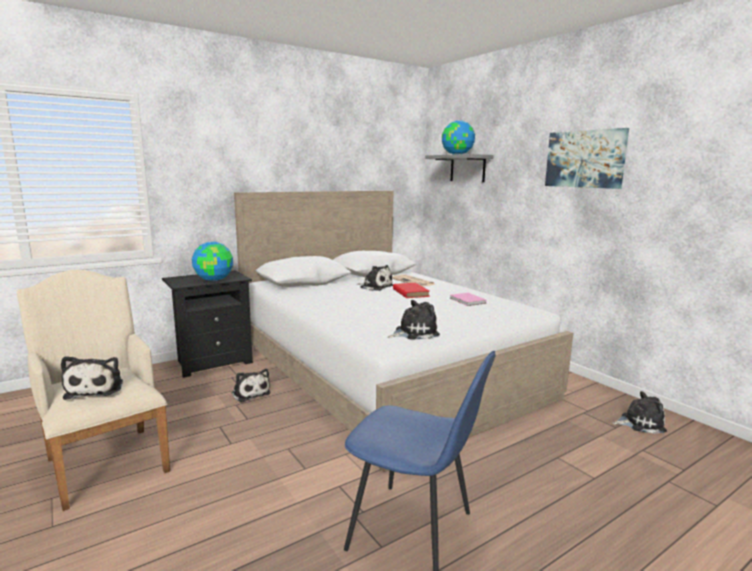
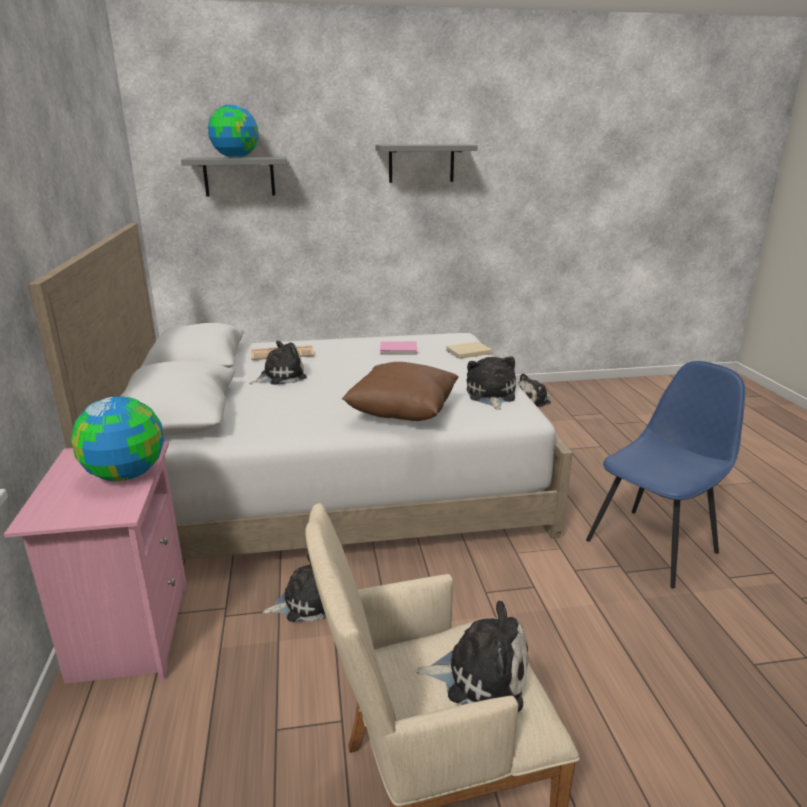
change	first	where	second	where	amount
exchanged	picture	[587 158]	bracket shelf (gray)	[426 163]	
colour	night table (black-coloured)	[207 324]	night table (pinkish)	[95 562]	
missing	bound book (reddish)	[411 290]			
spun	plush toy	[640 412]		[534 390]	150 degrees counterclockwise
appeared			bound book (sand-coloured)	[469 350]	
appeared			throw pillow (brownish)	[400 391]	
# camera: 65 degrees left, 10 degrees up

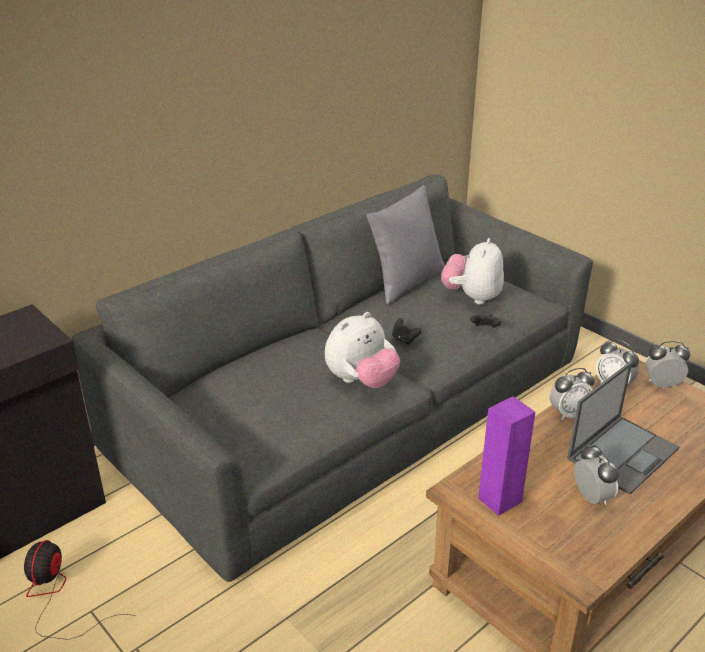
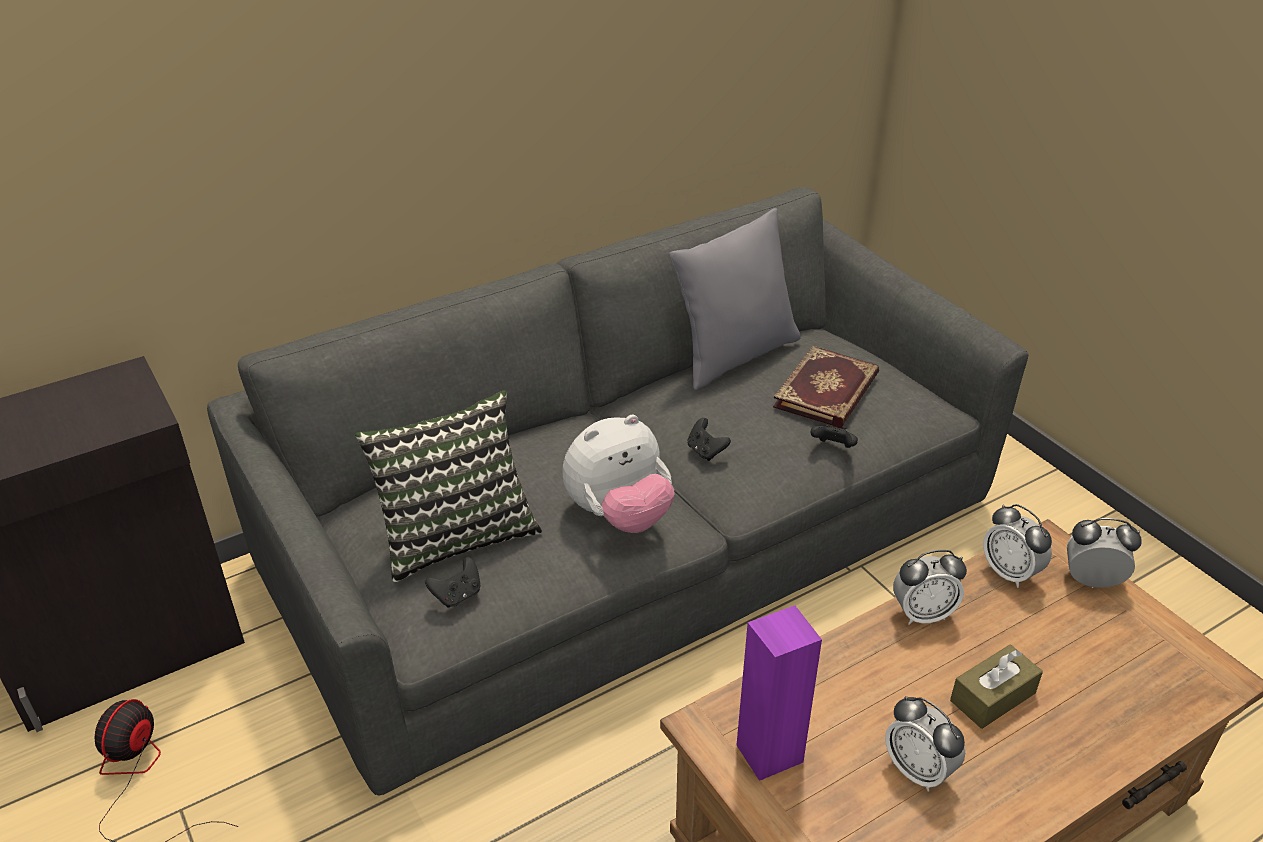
change	first	where	second	where	amount
exchanged	plush toy	[472 271]	bound book	[826 387]	
exchanged	portable computer	[623 428]	box of tissues (brownish)	[996 686]	
spun	table clock	[596 475]		[925 744]	150 degrees clockwise
appeared			throw pillow	[448 486]	
appeared			gamepad (black-coloured)	[452 582]	
# camera: 10 degrees right, 5 degrees up

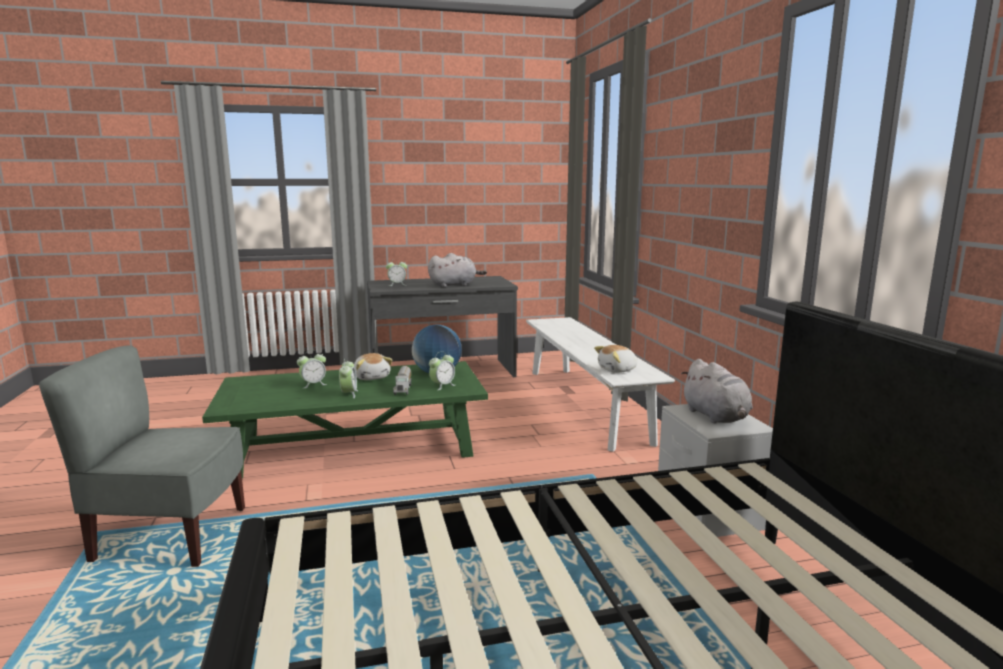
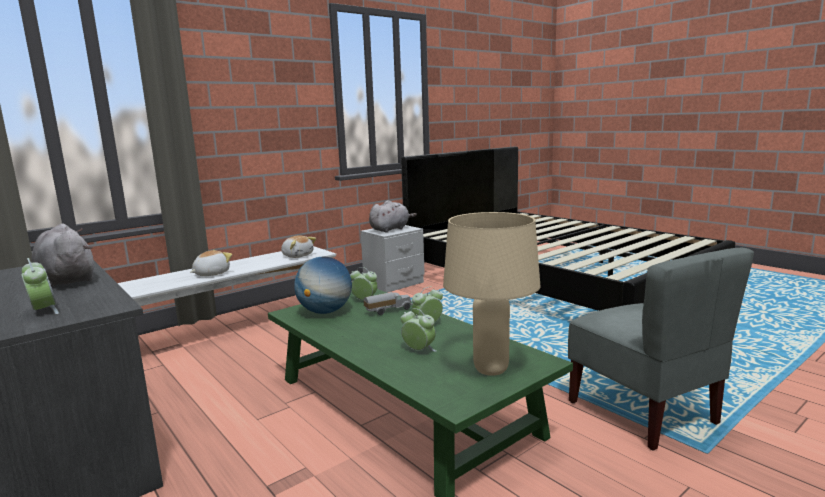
change	first	where	second	where	amount
relocated	plush toy	[373 366]		[211 263]	
appeared			lamp for a table (sand-coloured)	[492 294]	
# camera: 115 degrees left, 0 degrees up

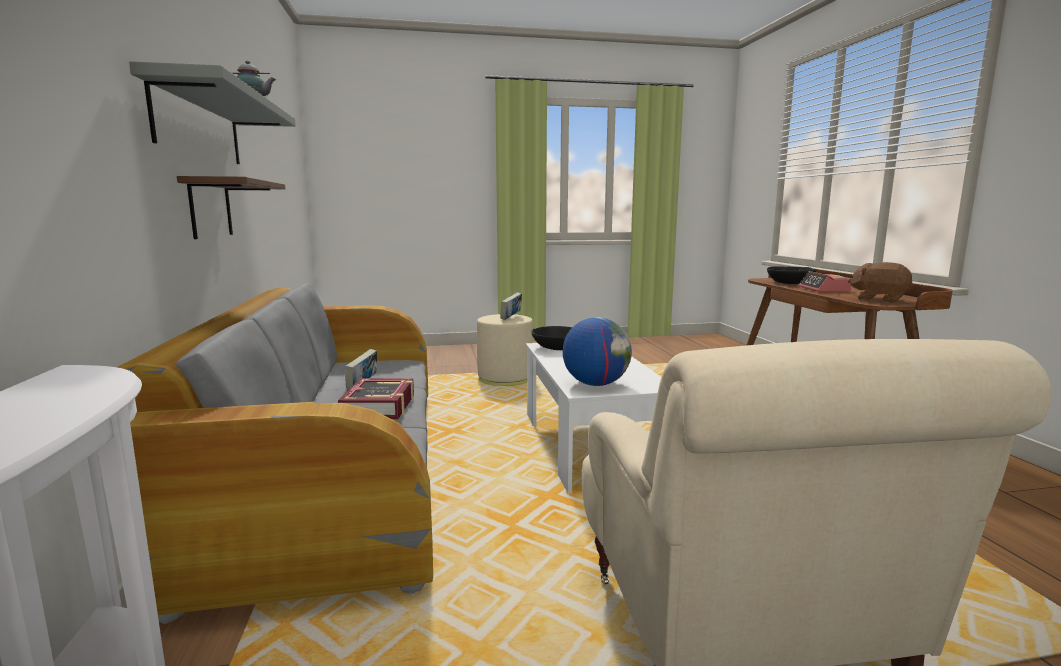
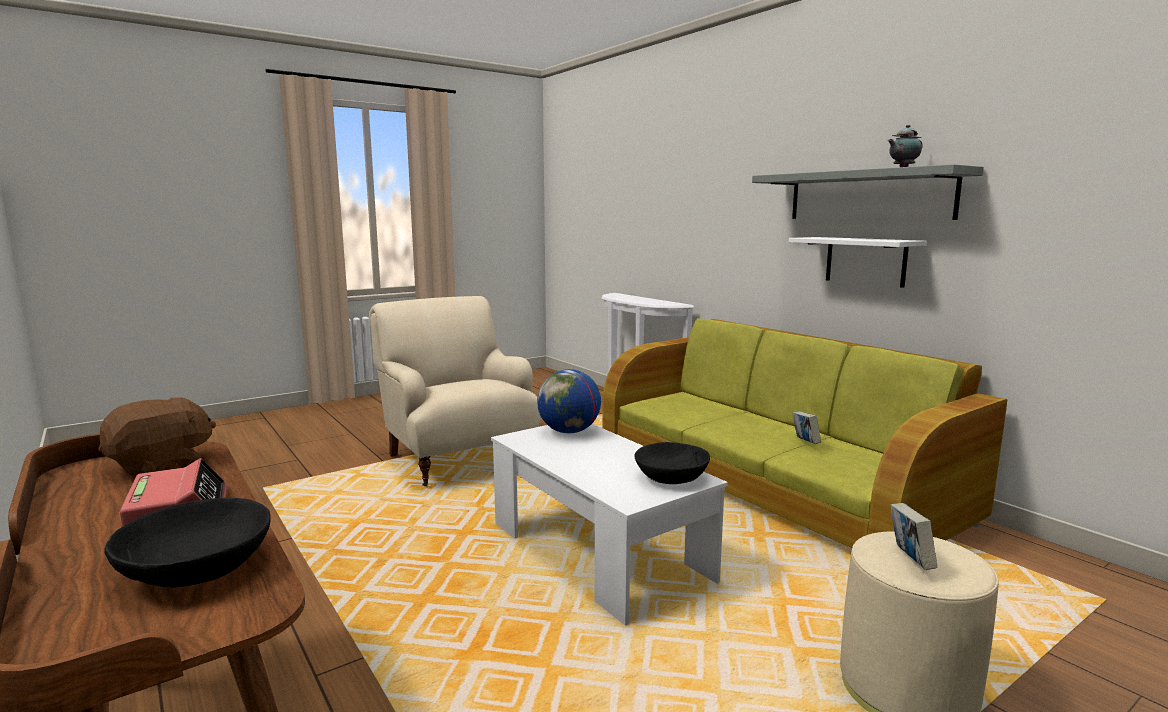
change	first	where	second	where	amount
colour	bracket shelf (brownish)	[231 207]	bracket shelf (white-coloured)	[858 262]	
spun	plush toy (brownish)	[880 282]		[157 436]	60 degrees counterclockwise
colour	settee (gray)	[275 454]	settee (greenish)	[804 433]	
missing	bound book	[376 398]			
# camera: 155 degrees right, 0 degrees up

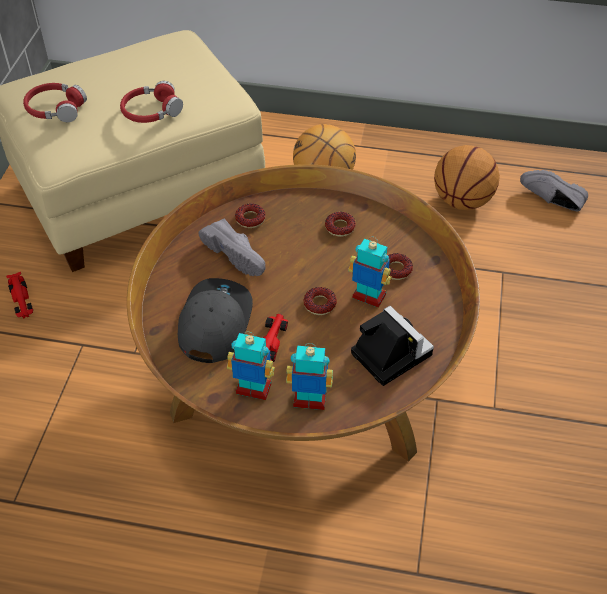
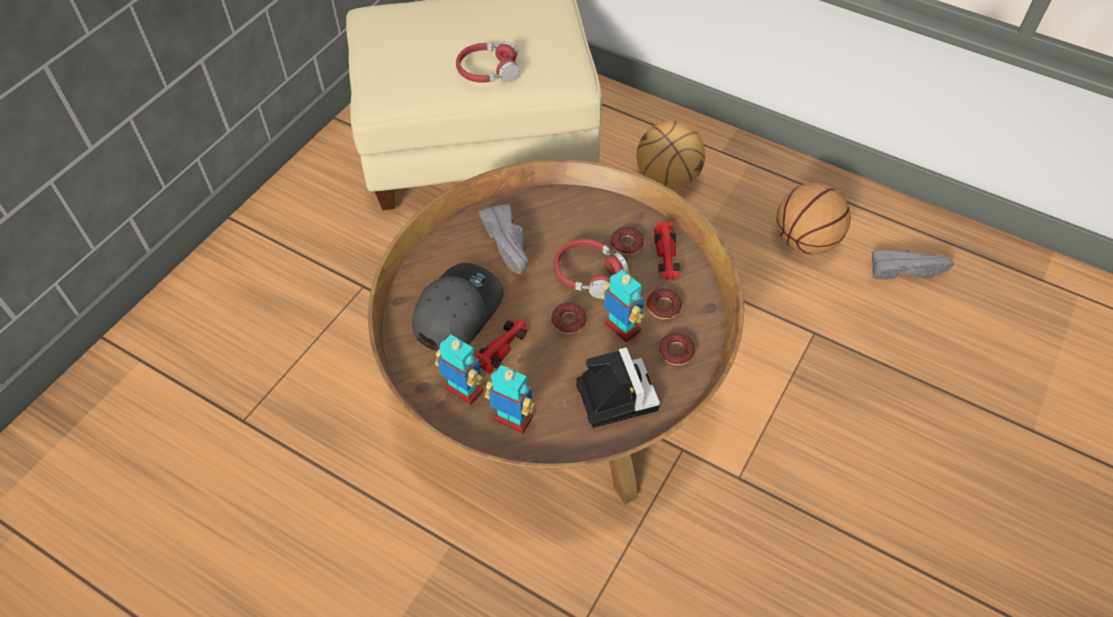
change	first	where	second	where	amount
relocated	pair of headphones (reddish)	[55 102]		[591 269]	
spun	item of footwear (gray)	[554 191]		[913 265]	135 degrees clockwise
relocated	ring doughnut	[250 216]		[677 349]	
relocated	miniature car (reddish)	[19 295]		[667 250]	
# camera: 20 degrees right, 5 degrees up

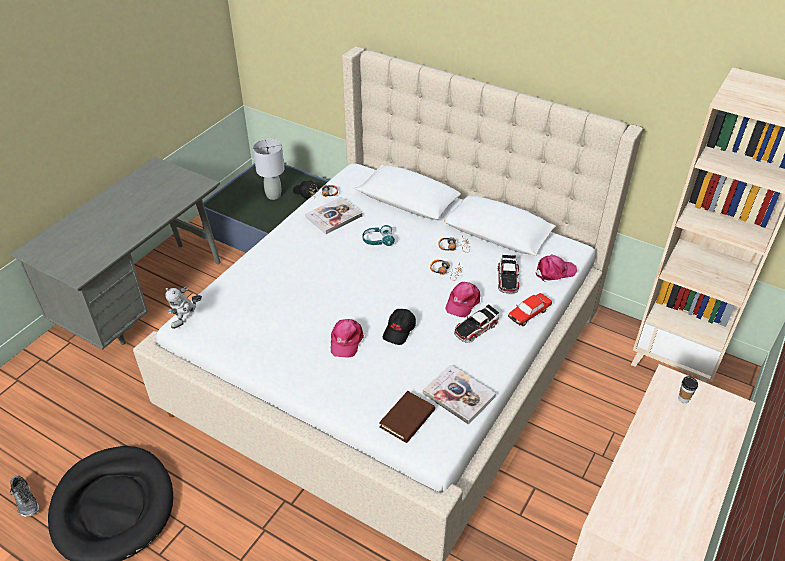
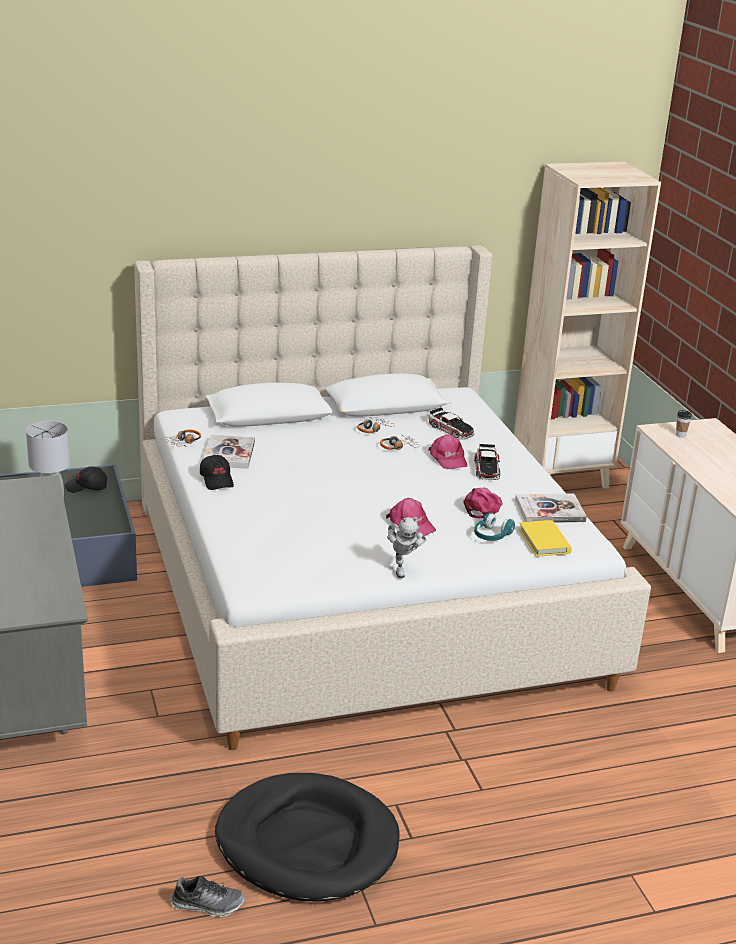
change	first	where	second	where	amount
relocated	pair of headphones (turquoise)	[378 235]		[494 526]	
relocated	baseball cap (pinkish)	[556 268]		[483 503]	
relocated	toy robot	[183 307]		[406 547]	
missing	miniature car	[530 309]			
relocated	baseball cap (black-coloured)	[399 327]		[217 472]	
colour	bound book (brownish)	[407 417]	bound book (yellow)	[545 538]	
# camera: 50 degrees left, 15 degrees down

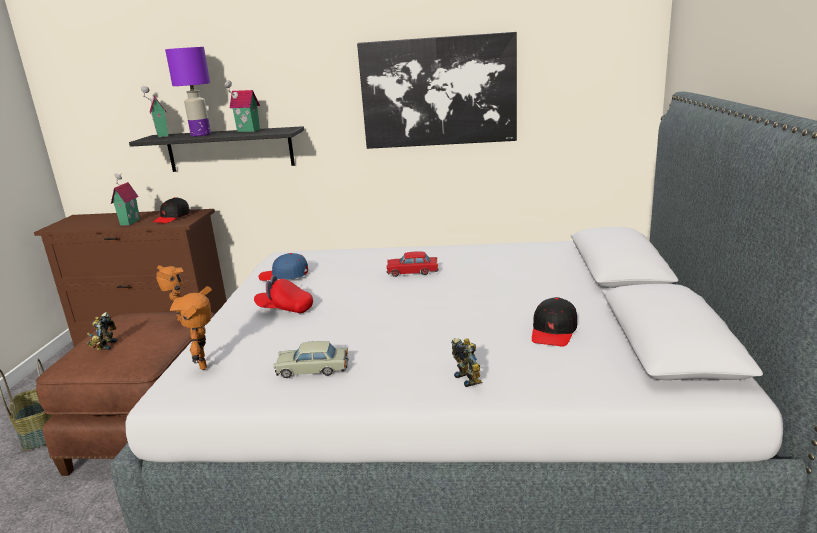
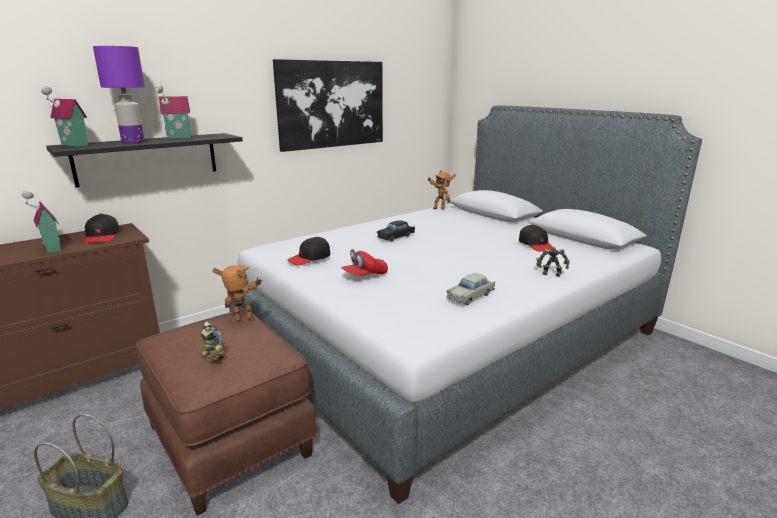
change	first	where	second	where	amount
colour	miniature car (reddish)	[412 264]	miniature car (black-coloured)	[396 231]	
colour	baseball cap (blue)	[283 267]	baseball cap (black-coloured)	[308 251]	
relocated	toy robot	[191 328]		[441 190]	
# camera: 45 degrees left, 0 degrees up

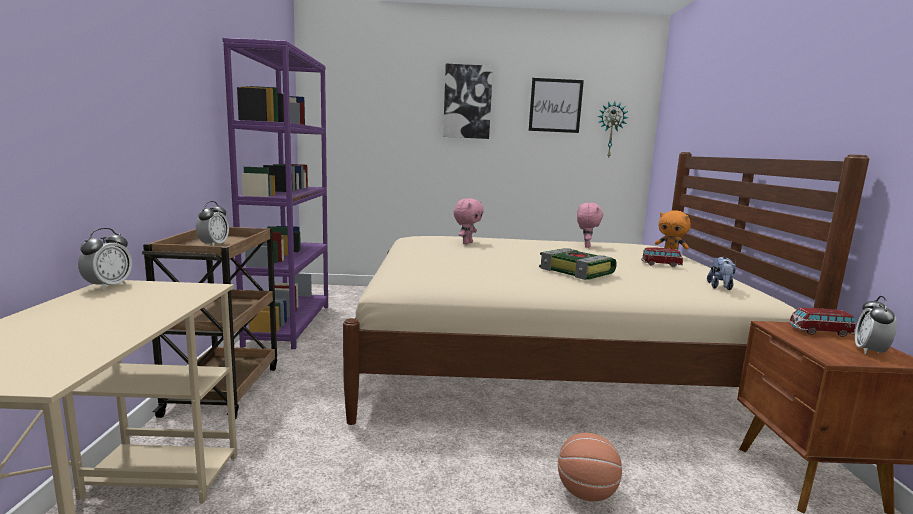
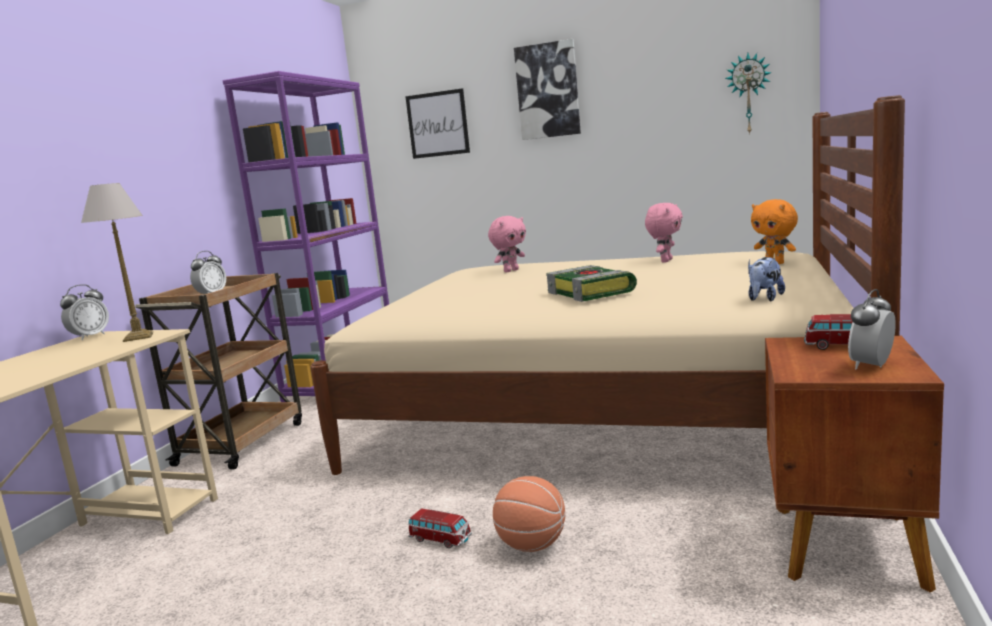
change	first	where	second	where	amount
relocated	picture	[556 105]		[437 123]	
relocated	miniature car	[662 257]		[440 528]	
appeared			lamp for a table	[117 262]	
# camera: 20 degrees right, 0 degrees up

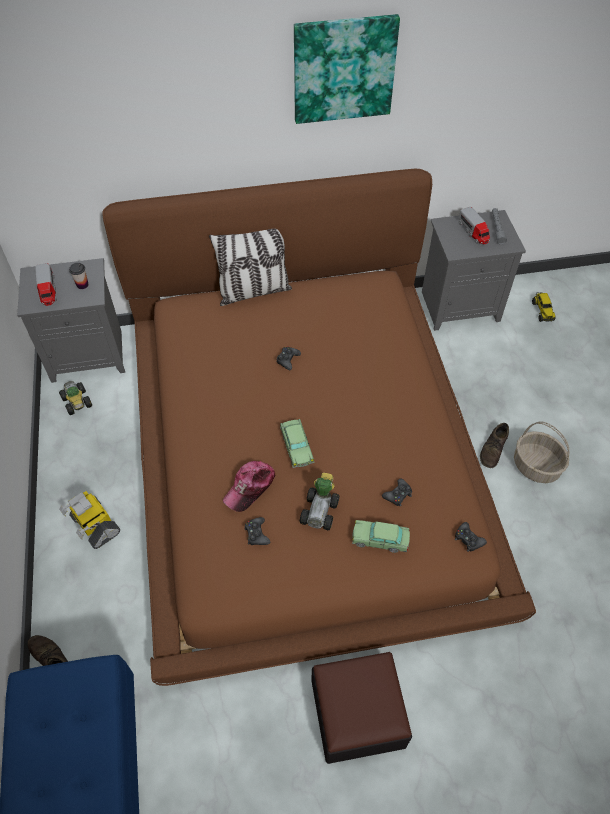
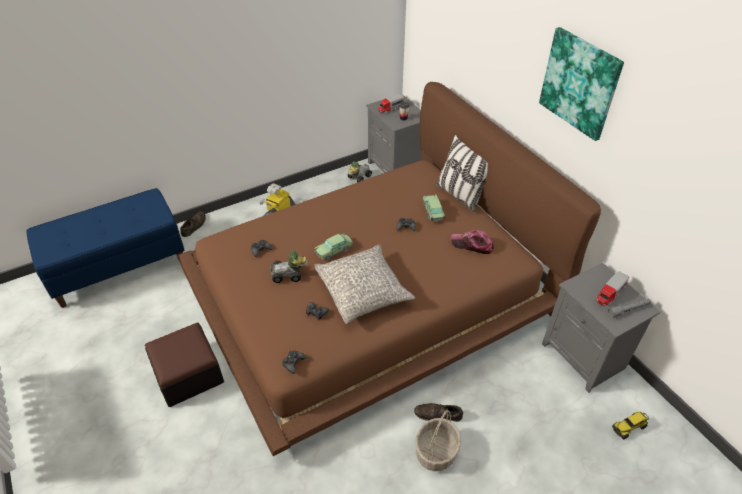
change	first	where	second	where	amount
relocated	baseball cap	[249 486]		[472 242]	
relocated	miniature car	[381 536]		[433 208]	
appeared			throw pillow (gray)	[364 284]	
# camera: 70 degrees right, 10 degrees down

